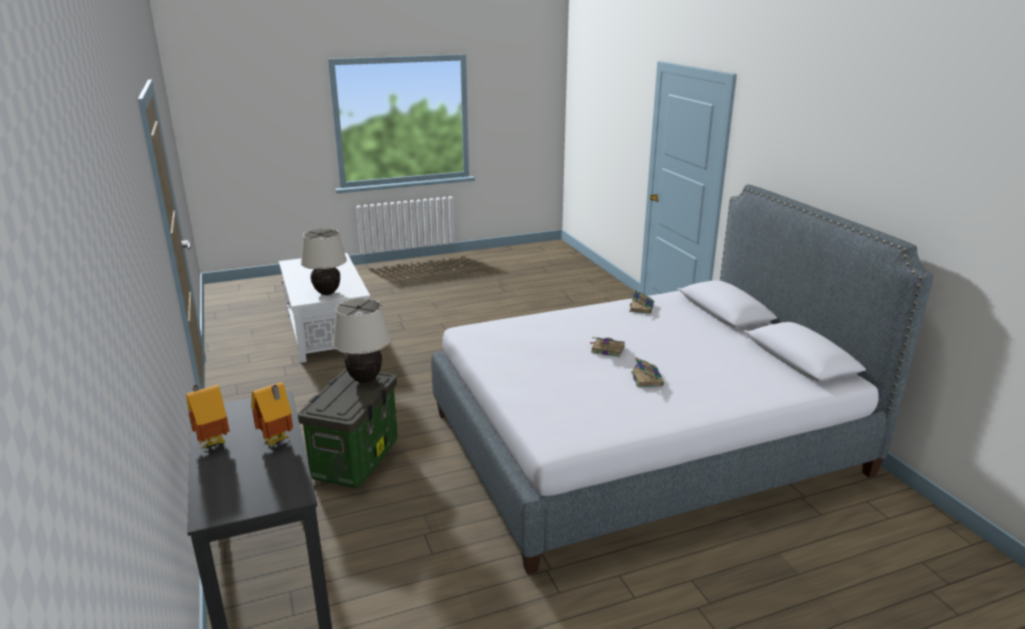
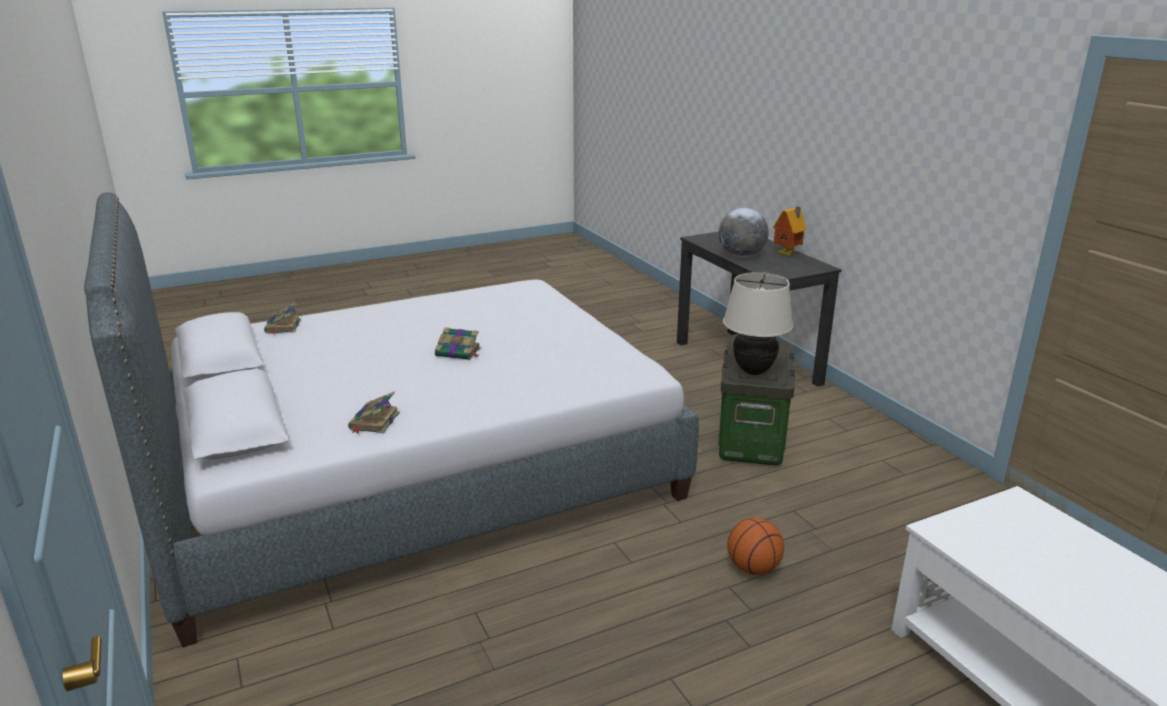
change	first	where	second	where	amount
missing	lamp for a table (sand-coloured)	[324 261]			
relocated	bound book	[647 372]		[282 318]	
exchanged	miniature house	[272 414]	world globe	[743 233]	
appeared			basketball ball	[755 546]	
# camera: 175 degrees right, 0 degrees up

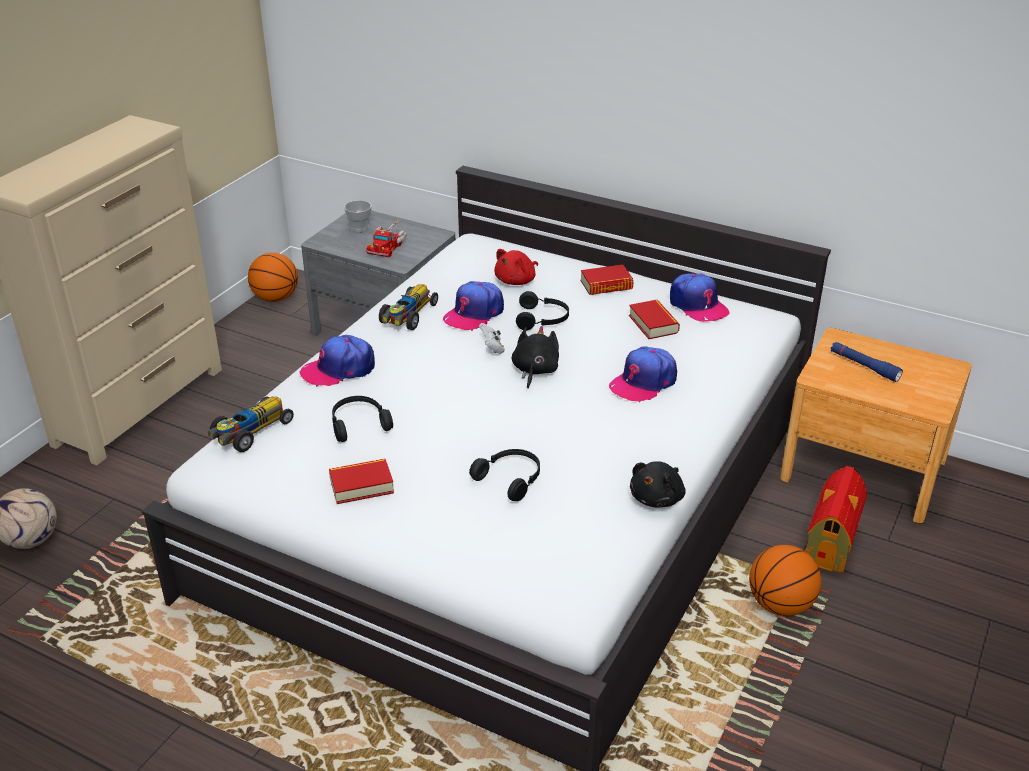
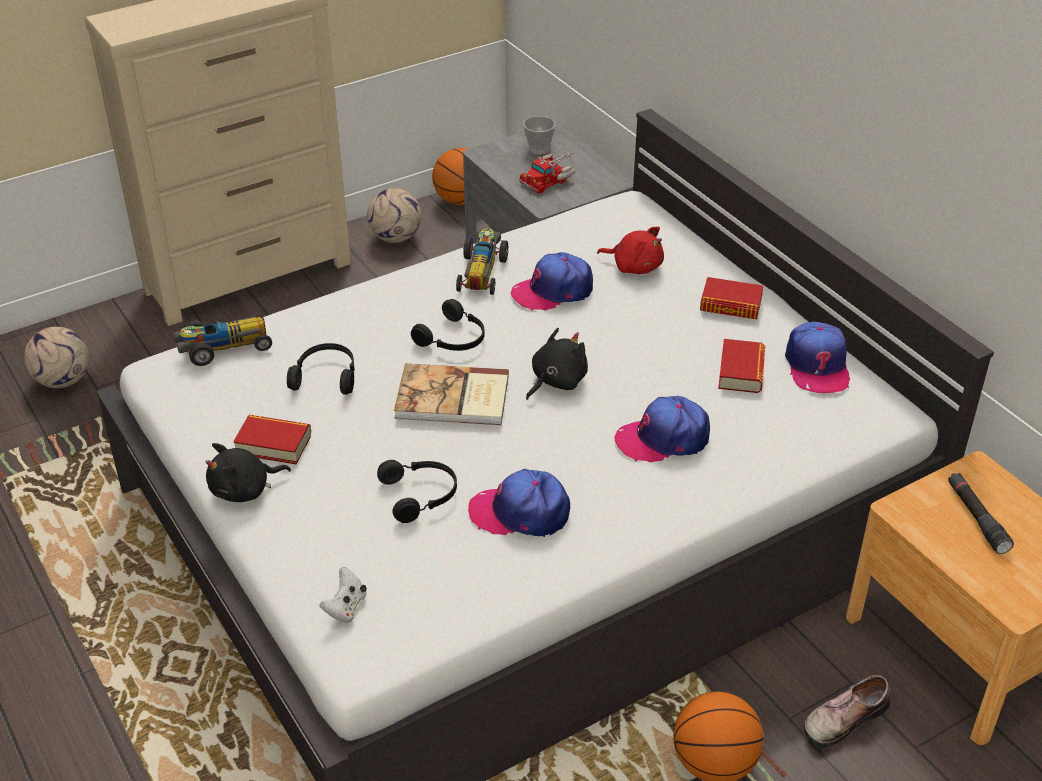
change	first	where	second	where	amount
spun	plush toy (reddish)	[516 267]		[630 250]	135 degrees counterclockwise
spun	miniature car	[408 307]		[482 261]	135 degrees clockwise
relocated	pair of headphones (black-coloured)	[542 310]		[448 325]	
relocated	gamepad (white-coloured)	[492 338]		[343 595]	
relocated	baseball cap	[337 361]		[519 503]	
colour	torch (blue)	[867 362]	torch (black-coloured)	[981 513]	
relocated	plush toy (black-coloured)	[658 484]		[248 472]	
exchanged	miniature house	[836 519]	item of footwear	[847 711]	
appeared			ball for football	[394 215]	
appeared			bound book	[451 394]	
# camera: 30 degrees right, 5 degrees up

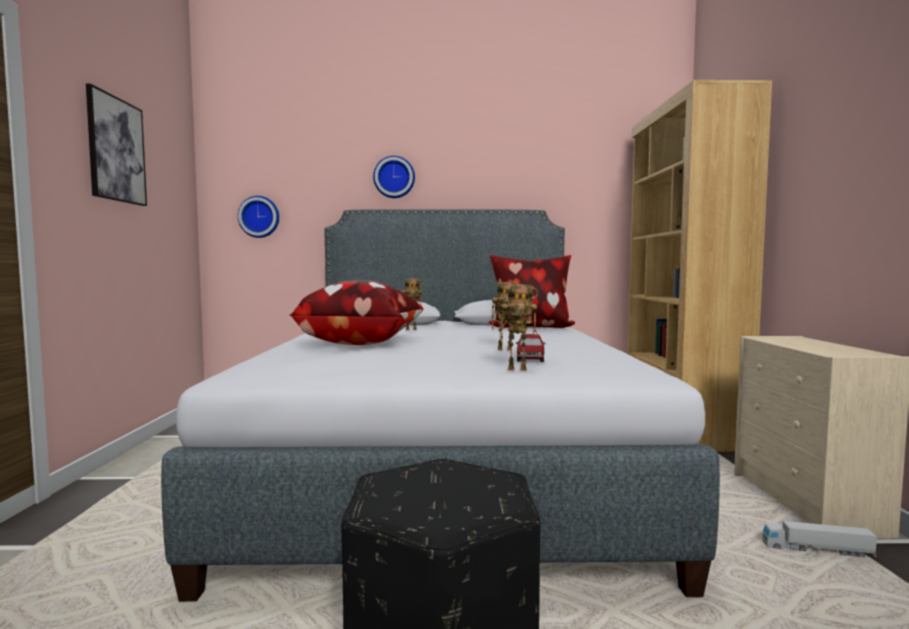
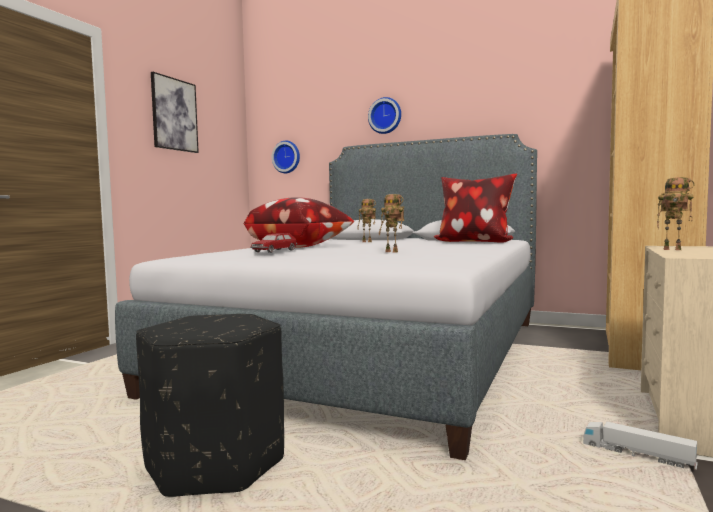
change	first	where	second	where	amount
relocated	toy robot	[519 327]		[676 213]	
relocated	miniature car	[531 348]		[274 243]	
# camera: 25 degrees right, 0 degrees up

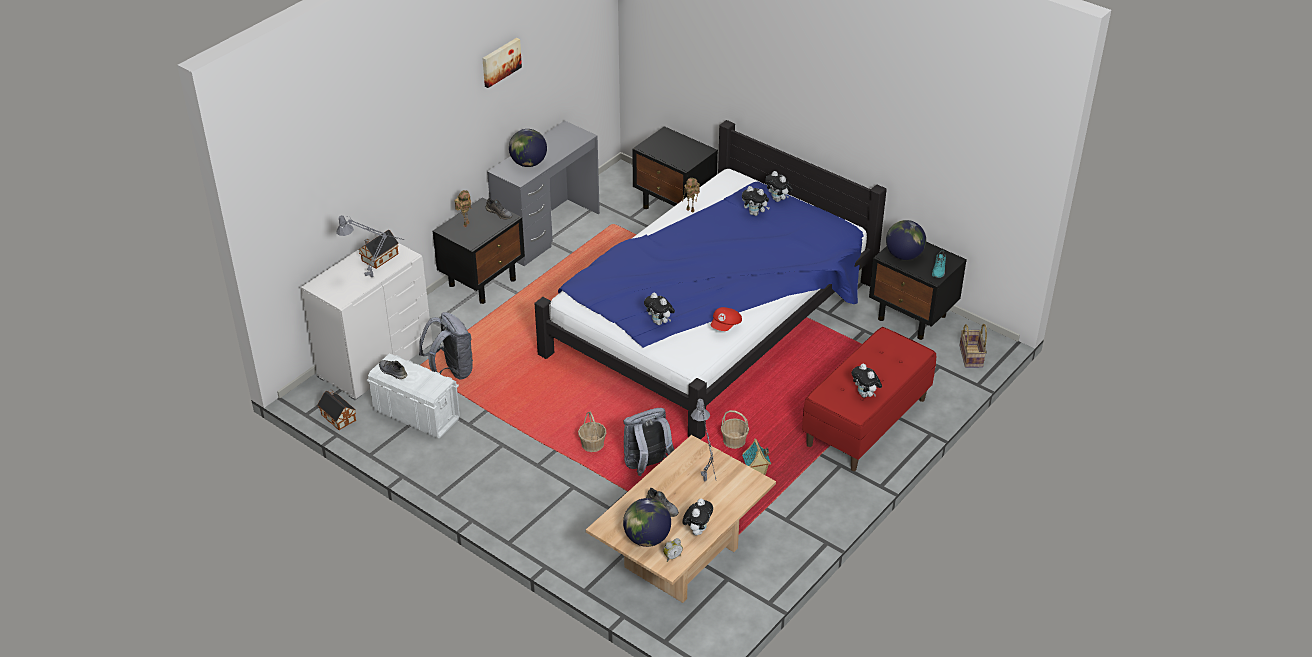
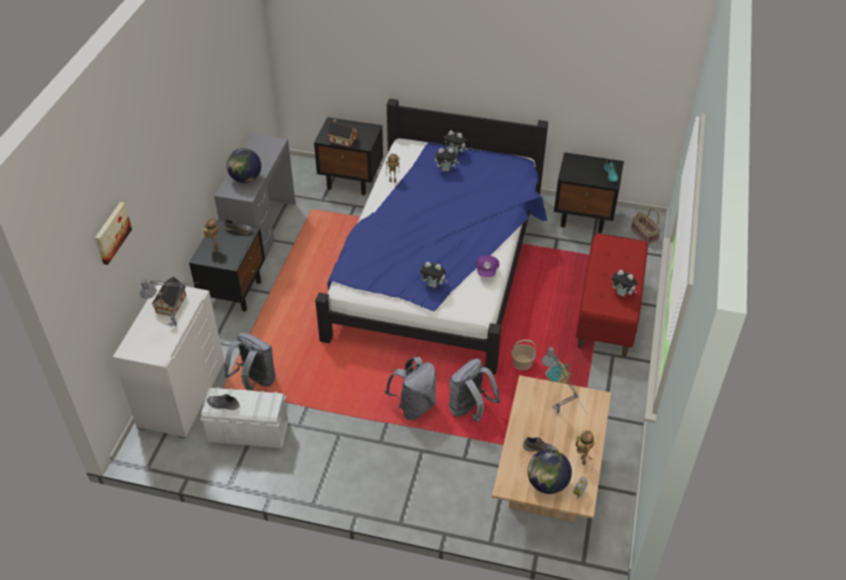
change	first	where	second	where	amount
relocated	picture	[502 63]		[113 233]	
missing	world globe	[906 240]			
colour	baseball cap (reddish)	[726 319]	baseball cap (purple)	[487 266]	
relocated	miniature house	[336 410]		[342 133]	
exchanged	basket	[592 431]	backpack (gray)	[410 388]	
exchanged	plush toy	[698 517]	toy robot	[584 447]	
# camera: 25 degrees left, 5 degrees up

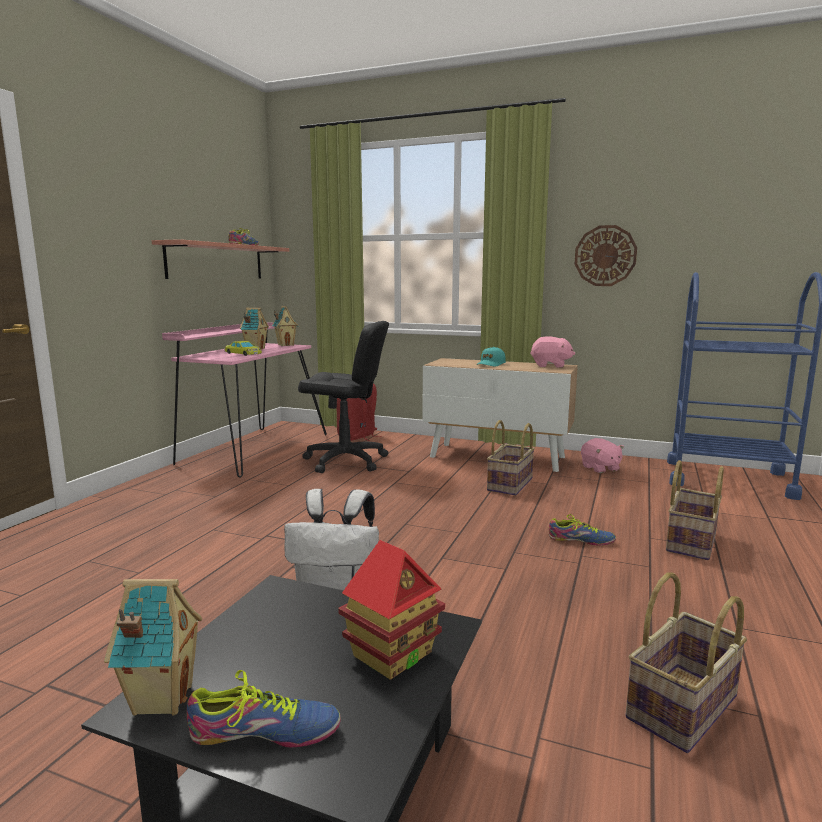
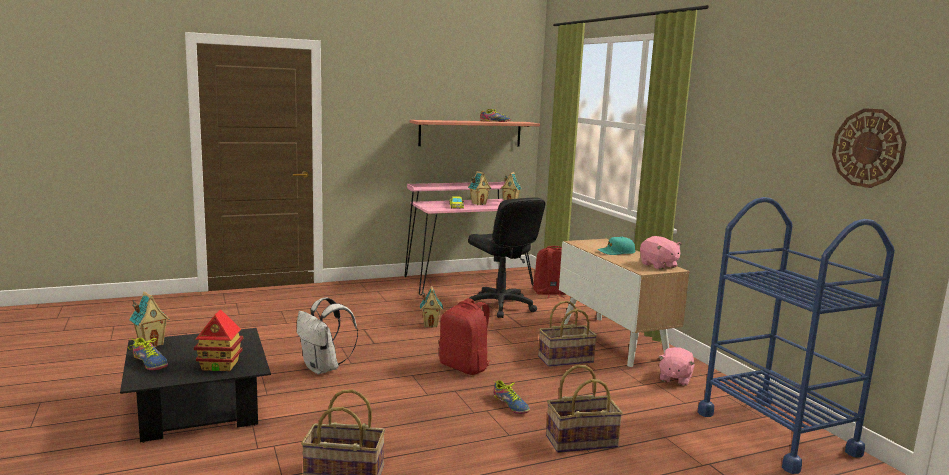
change	first	where	second	where	amount
relocated	clock on the wall	[606 255]		[869 148]	
appeared			miniature house	[431 307]	
appeared			backpack (reddish)	[465 336]	
# camera: 45 degrees right, 0 degrees up

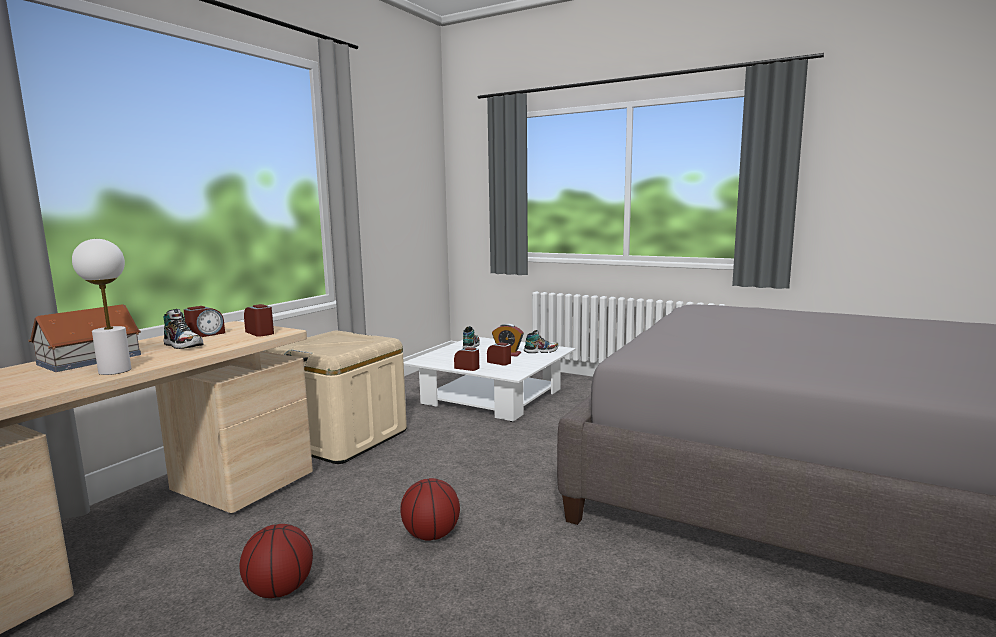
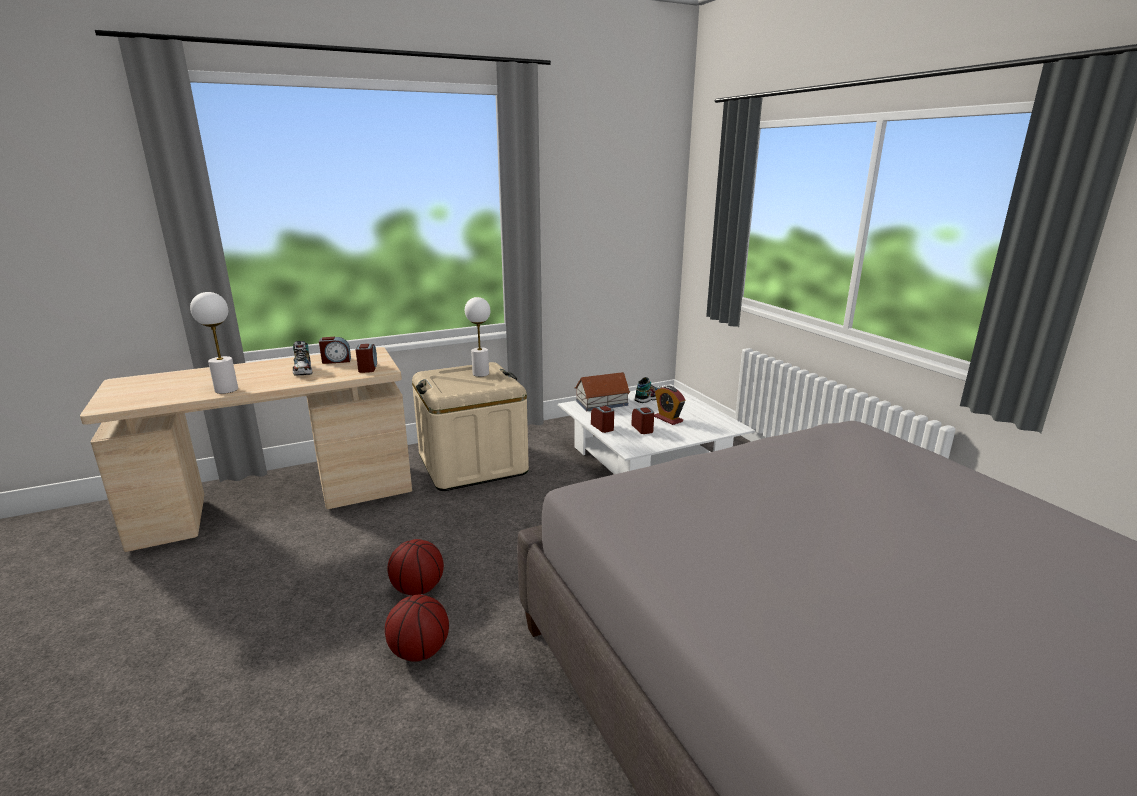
change	first	where	second	where	amount
relocated	miniature house	[84 338]		[602 391]	
missing	item of footwear	[541 341]			
relocated	basketball ball	[276 561]		[417 628]	
appeared			lamp for a table (white-coloured)	[477 337]	
# camera: 35 degrees right, 10 degrees up

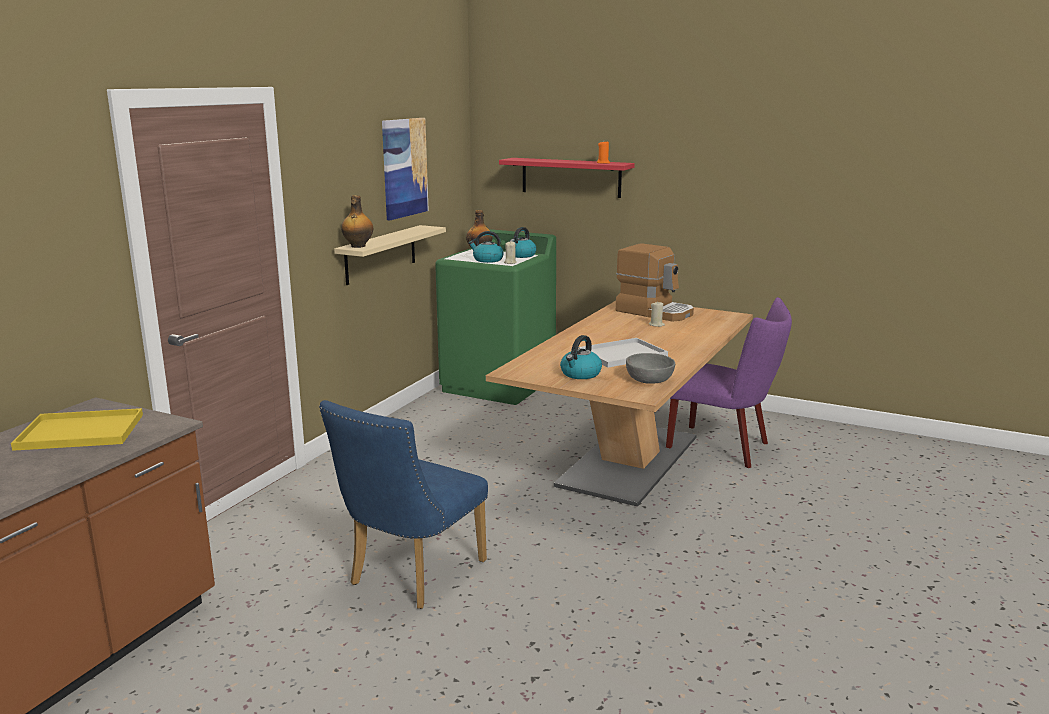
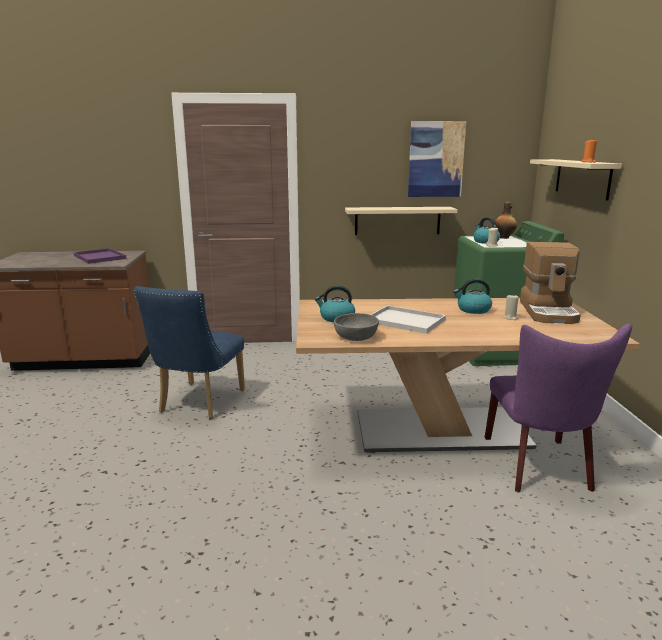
change	first	where	second	where	amount
colour	bracket shelf (reddish)	[567 178]	bracket shelf (sand-coloured)	[576 179]	
missing	beverage bottle	[357 221]			
relocated	water kettle	[523 242]		[473 296]	
spun	chair (blue)	[403 504]		[189 352]	75 degrees counterclockwise
colour	serving tray (yellow)	[77 429]	serving tray (purple)	[100 256]	
# camera: 60 degrees right, 0 degrees up

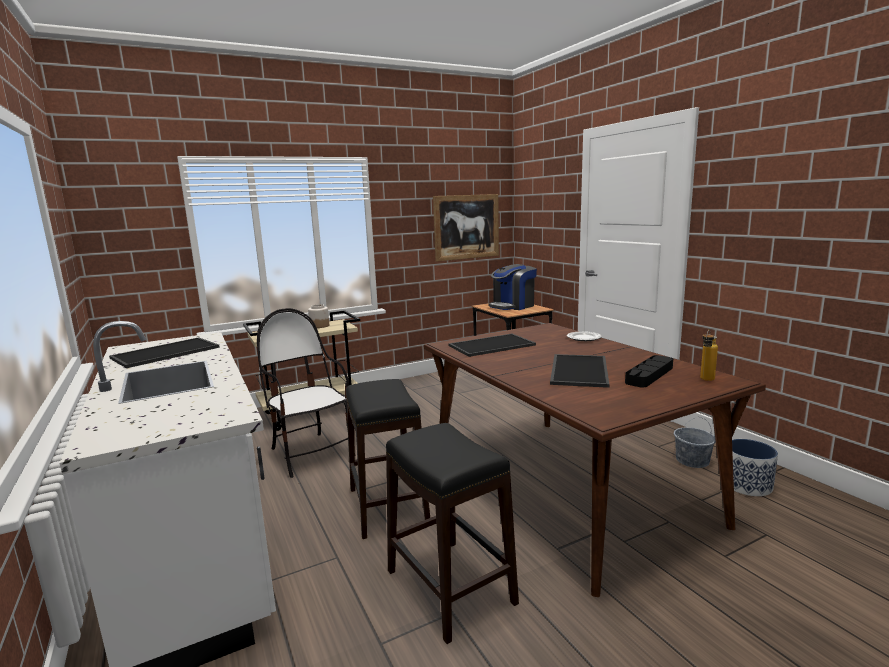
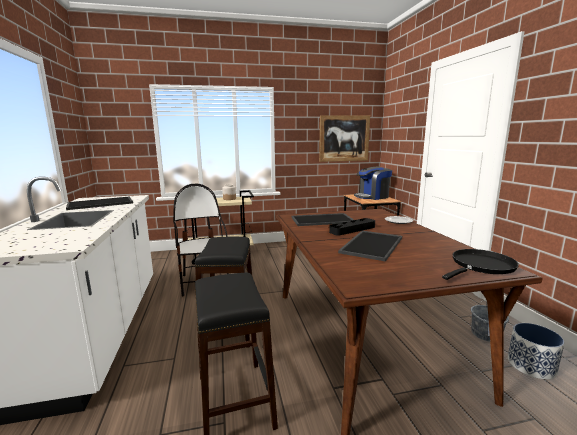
change	first	where	second	where	amount
exchanged	beverage bottle	[709 355]	pan (black-coloured)	[480 264]	
relocated	serving tray (black-coloured)	[649 371]		[352 226]	
# camera: 15 degrees right, 0 degrees up

